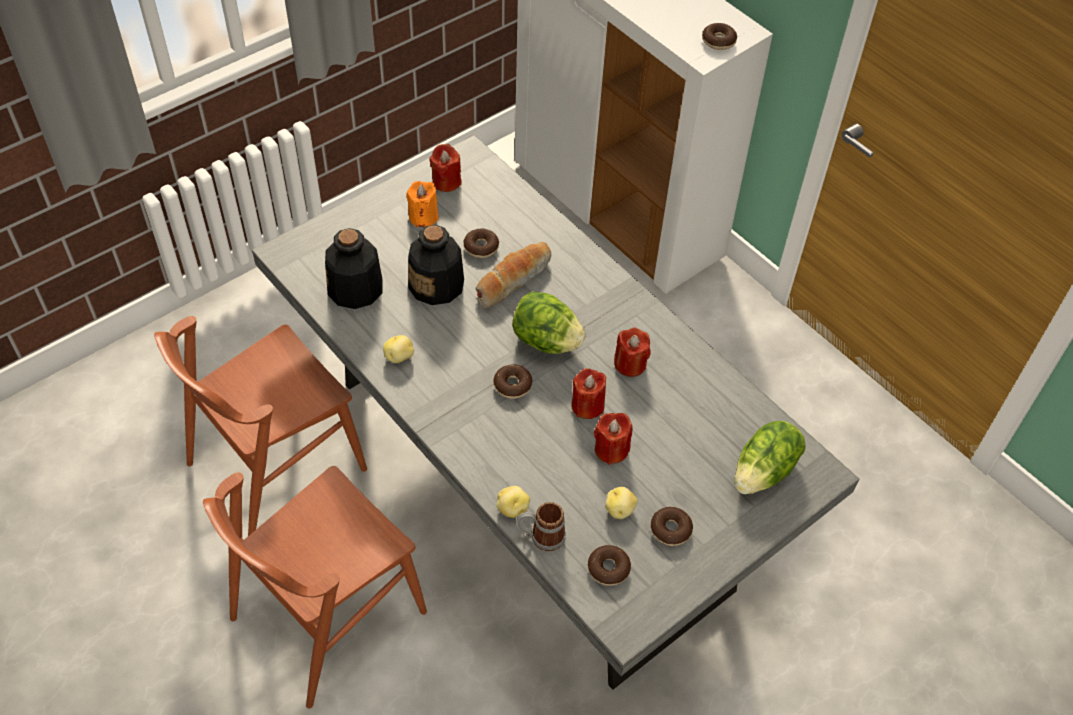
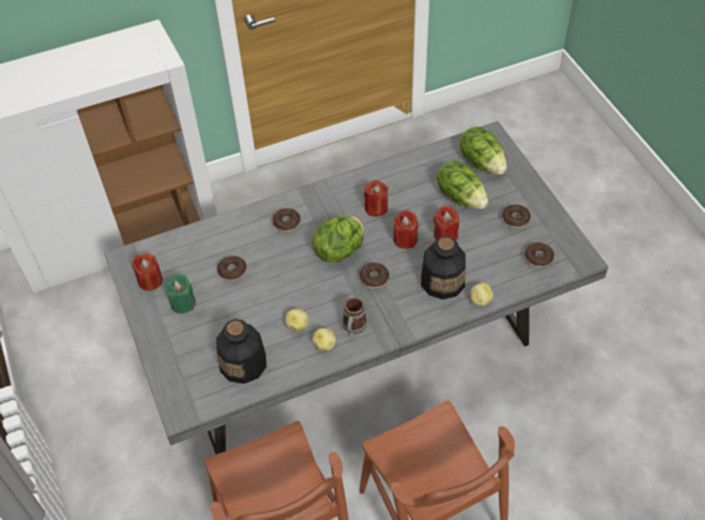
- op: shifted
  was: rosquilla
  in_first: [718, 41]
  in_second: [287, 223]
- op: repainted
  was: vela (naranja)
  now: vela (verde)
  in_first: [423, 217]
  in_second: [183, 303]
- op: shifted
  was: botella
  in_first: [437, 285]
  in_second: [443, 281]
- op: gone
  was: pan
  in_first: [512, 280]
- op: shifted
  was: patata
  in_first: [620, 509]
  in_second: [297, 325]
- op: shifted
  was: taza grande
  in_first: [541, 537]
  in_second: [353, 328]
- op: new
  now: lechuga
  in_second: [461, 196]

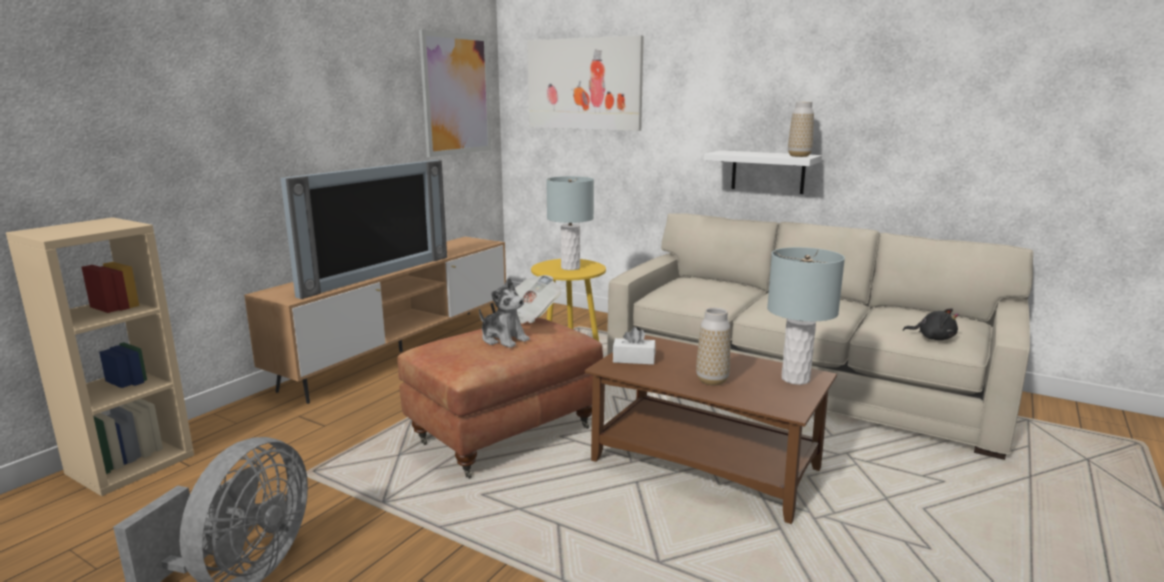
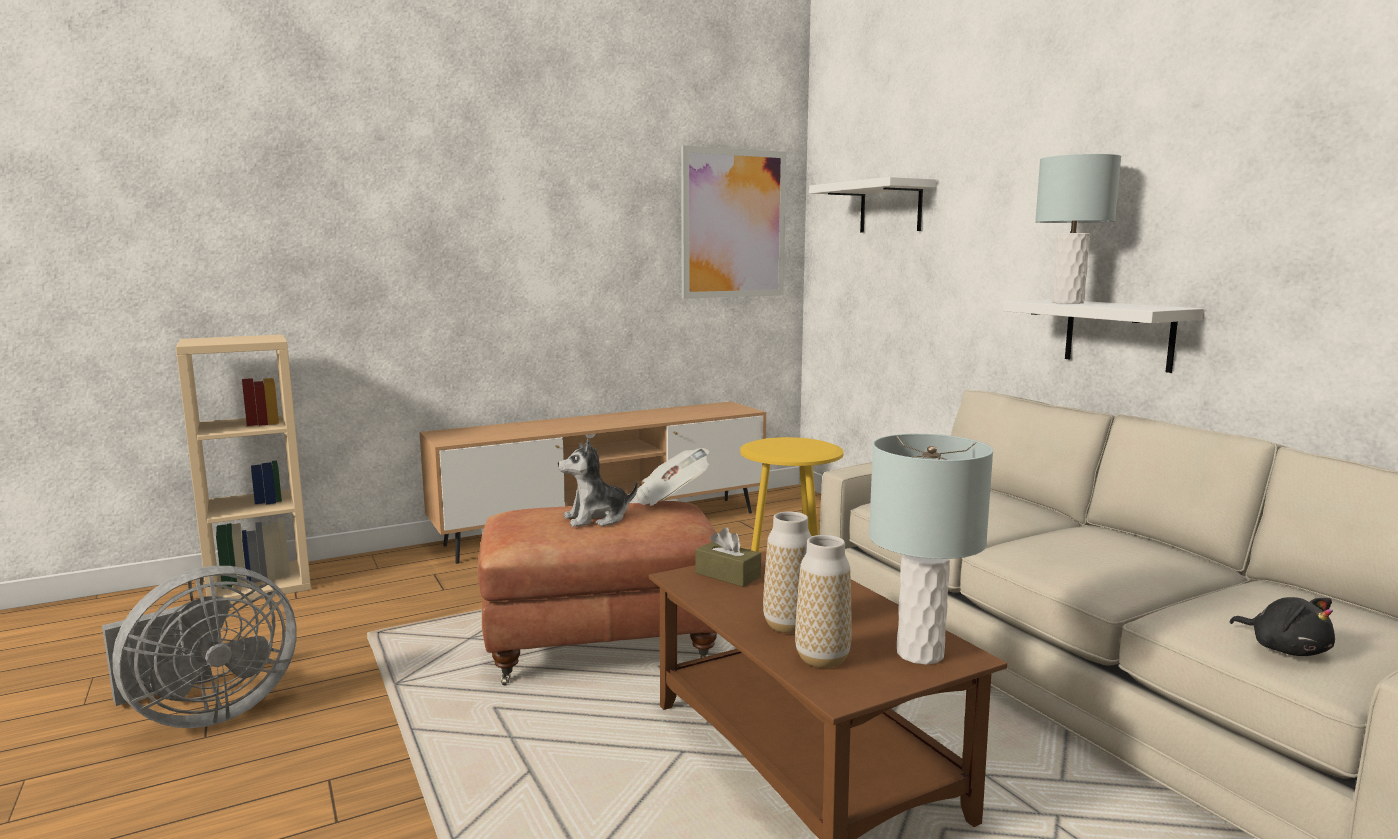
- op: swapped
  was: cuadro
  now: estante (blanco)
  in_first: [584, 84]
  in_second: [890, 207]
- op: shifted
  was: florero
  in_first: [799, 156]
  in_second: [822, 658]
- op: gone
  was: televisor
  in_first: [374, 274]
- op: shifted
  was: lámpara de mesa (gris)
  in_first: [570, 267]
  in_second: [1067, 302]
- op: rotated
  was: peluche
  in_first: [503, 339]
  in_second: [597, 519]
  clockwise: 90
- op: repainted
  was: caja de pañuelos (blanco)
  now: caja de pañuelos (marrón)
  in_first: [634, 359]
  in_second: [727, 575]

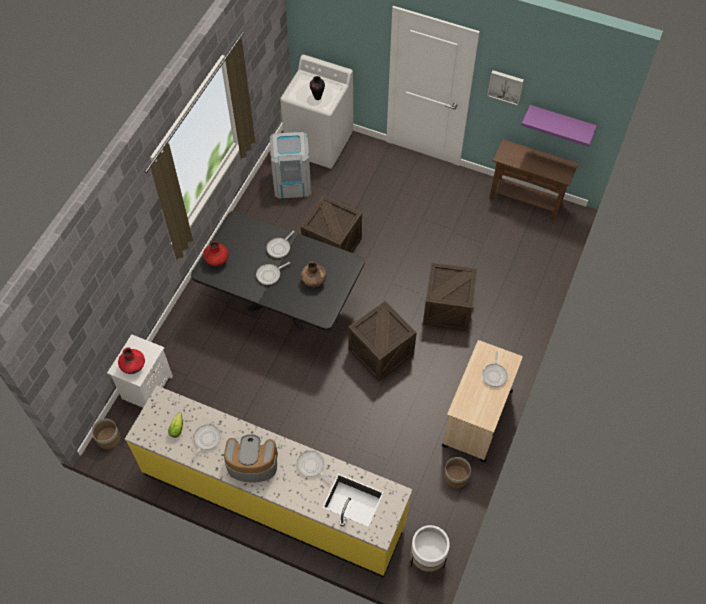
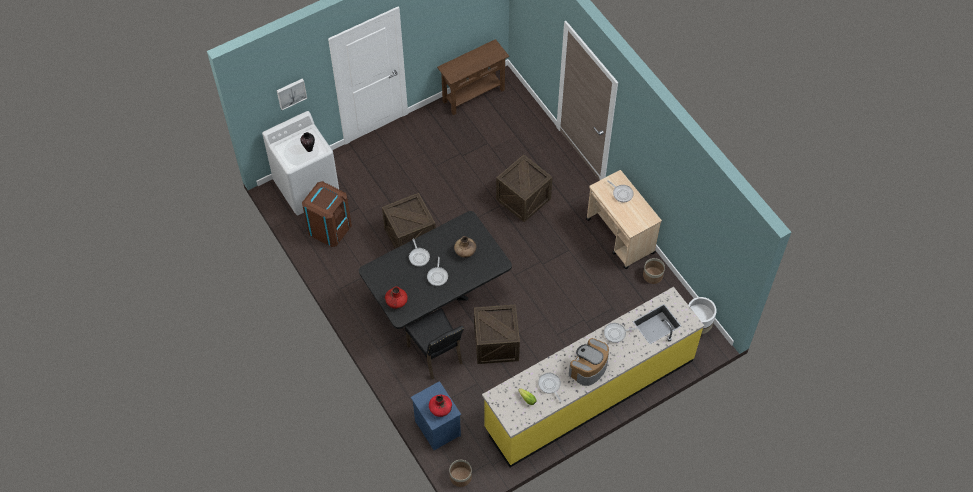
- op: shifted
  was: cuadro
  in_first: [506, 86]
  in_second: [291, 93]
- op: gone
  was: estante (morado)
  in_first: [561, 122]
- op: repainted
  was: papelera (gris)
  now: papelera (marrón)
  in_first: [292, 183]
  in_second: [329, 228]
- op: shifted
  was: caja de embalaje
  in_first: [381, 352]
  in_second: [496, 344]
- op: repainted
  was: mesita de noche (blanco)
  now: mesita de noche (azul)
  in_first: [147, 387]
  in_second: [436, 428]
- op: new
  now: silla (negro)
  in_second: [436, 355]

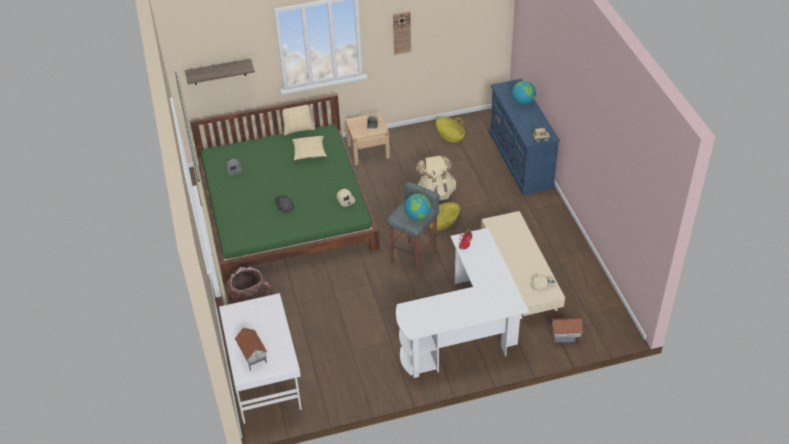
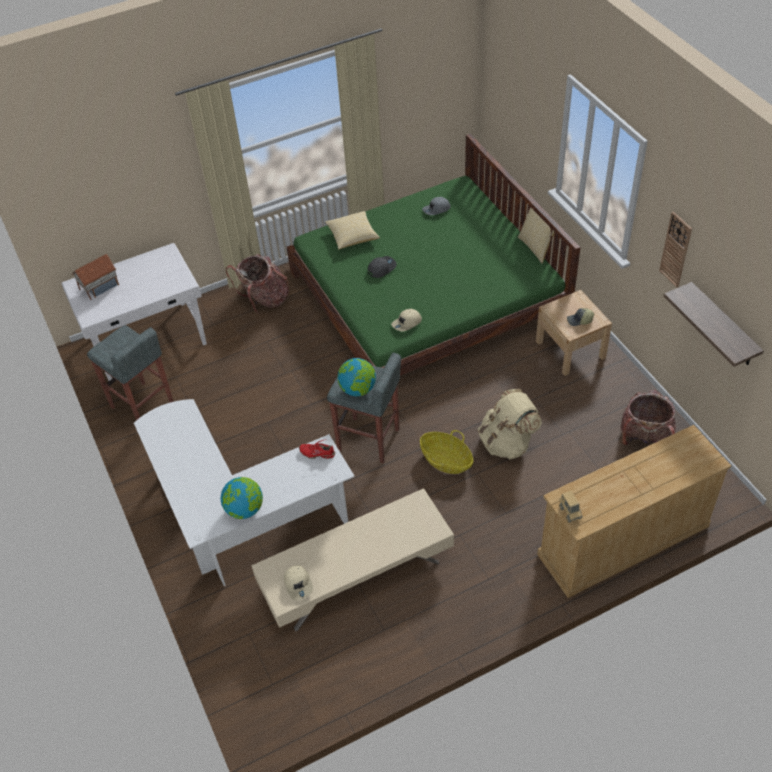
- op: shifted
  was: estante
  in_first: [219, 72]
  in_second: [723, 326]
- op: repainted
  was: cómoda (azul)
  now: cómoda (beis)
  in_first: [520, 160]
  in_second: [622, 541]
- op: shifted
  was: globo terráqueo
  in_first: [523, 102]
  in_second: [245, 509]
- op: swapped
  was: cesta
  now: mochila
  in_first: [449, 136]
  in_second: [645, 437]
- op: shifted
  was: cojín
  in_first: [309, 153]
  in_second: [352, 236]
- op: gone
  was: casita
  in_first: [565, 337]
- op: new
  now: taburete (gris)
  in_second: [142, 406]

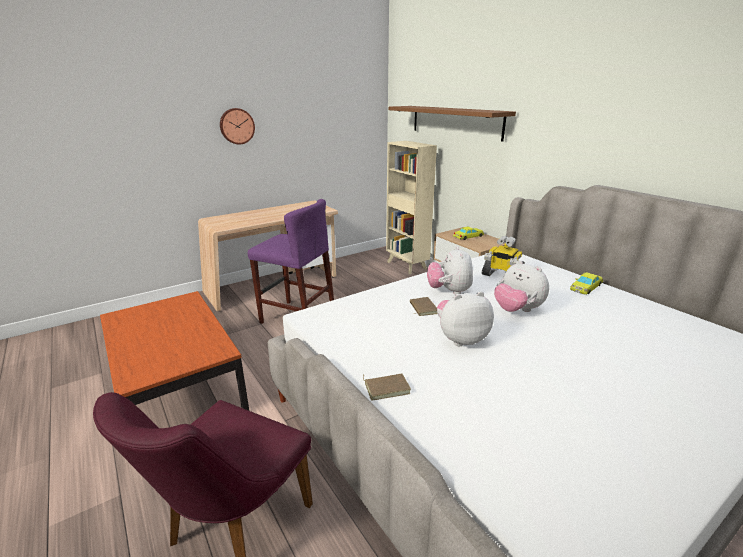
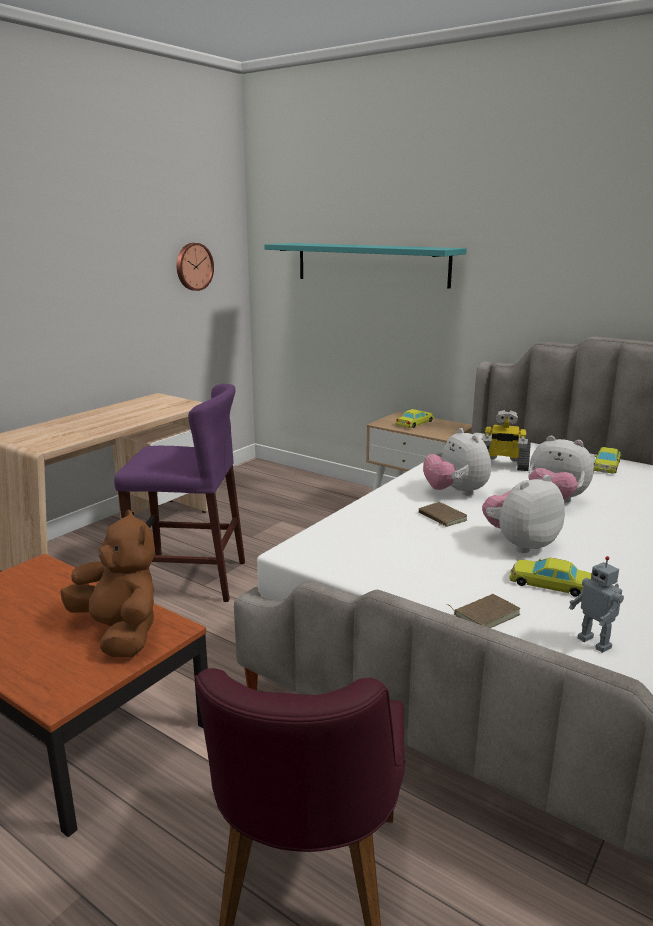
- op: repainted
  was: estante (marrón)
  now: estante (turquesa)
  in_first: [455, 122]
  in_second: [371, 264]
- op: shifted
  was: reloj de pared
  in_first: [236, 126]
  in_second: [193, 266]
- op: gone
  was: estantería (beis)
  in_first: [407, 266]
- op: new
  now: peluche (marrón)
  in_second: [120, 633]
- op: new
  now: robot de juguete
  in_second: [595, 643]
- op: new
  now: coche de juguete (amarillo)
  in_second: [550, 584]

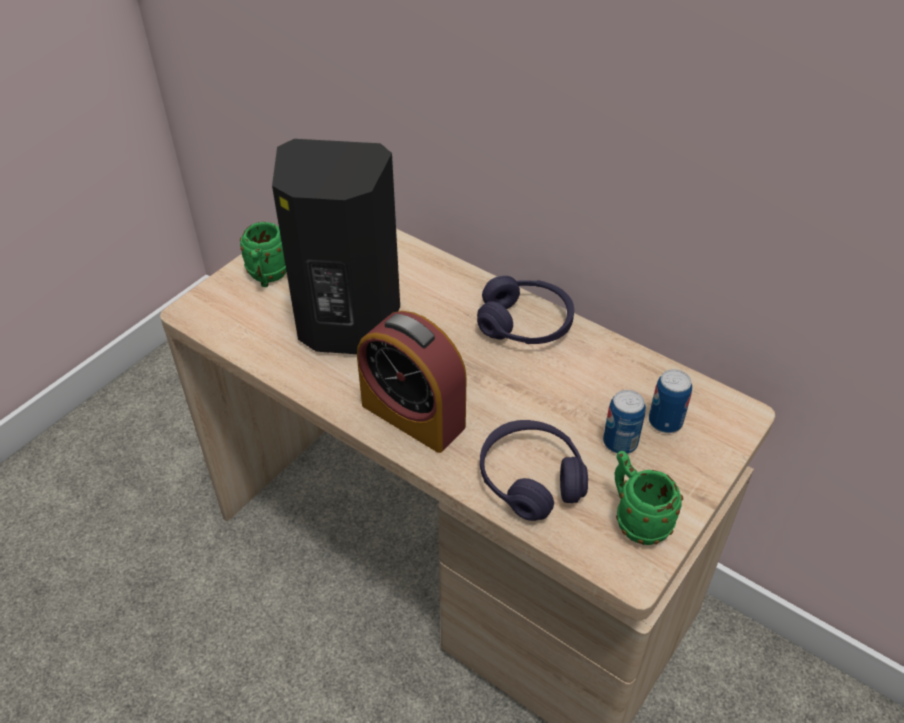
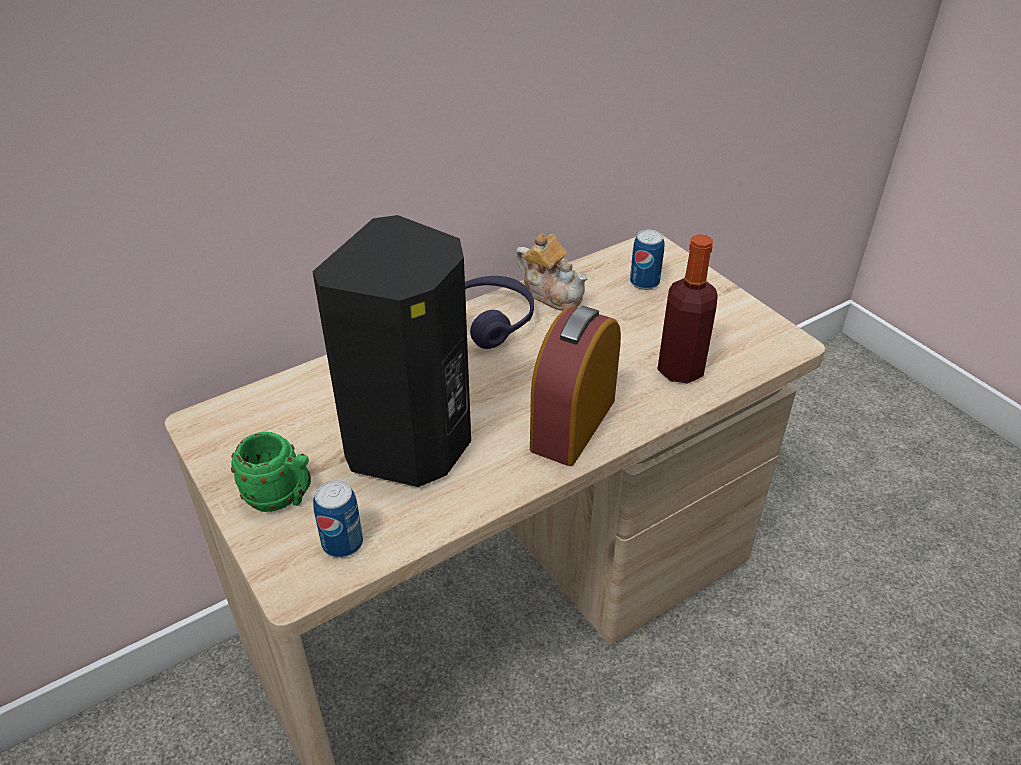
- op: rotated
  was: despertador
  in_first: [413, 415]
  in_second: [573, 424]
  clockwise: 150
- op: shifted
  was: lata
  in_first: [620, 442]
  in_second: [342, 543]
- op: swapped
  was: auriculares (morado)
  now: botella
  in_first: [531, 479]
  in_second: [680, 370]
- op: gone
  was: taza grande (verde)
  in_first: [636, 519]
- op: new
  now: tetera
  in_second: [552, 293]

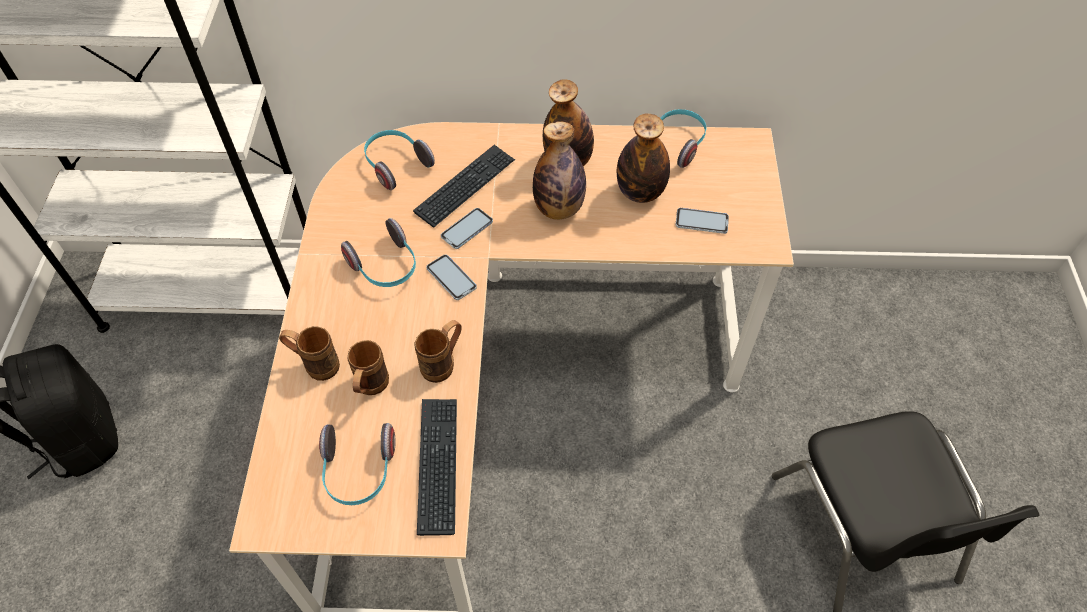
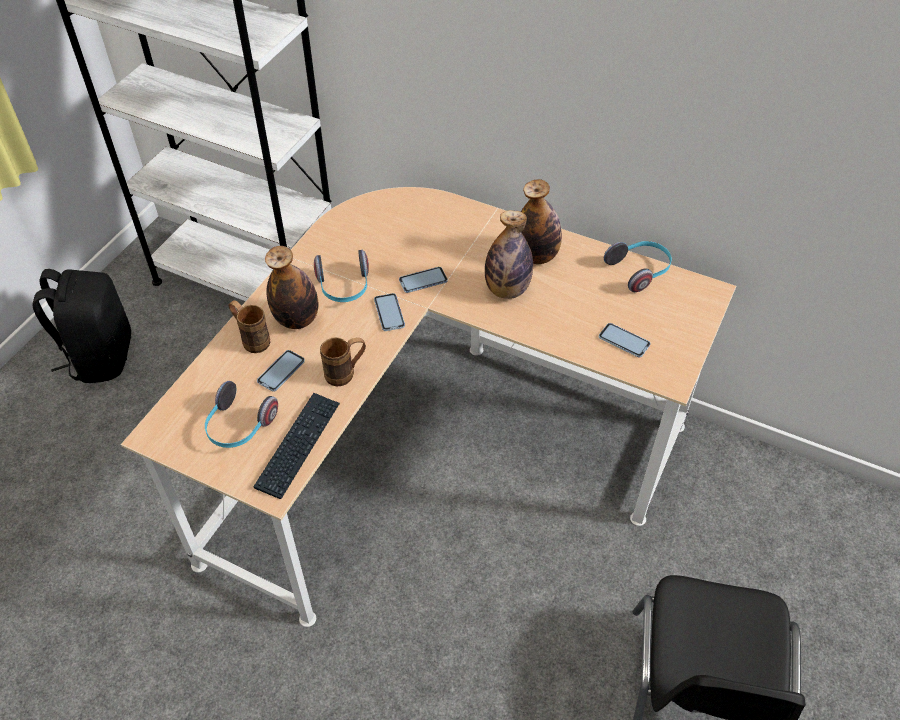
- op: shifted
  was: botella
  in_first: [640, 192]
  in_second: [297, 319]
- op: gone
  was: auriculares
  in_first: [396, 165]
- op: gone
  was: teclado
  in_first: [465, 187]
- op: swapped
  was: taza grande (marrón)
  now: móvil
  in_first: [370, 389]
  in_second: [281, 371]

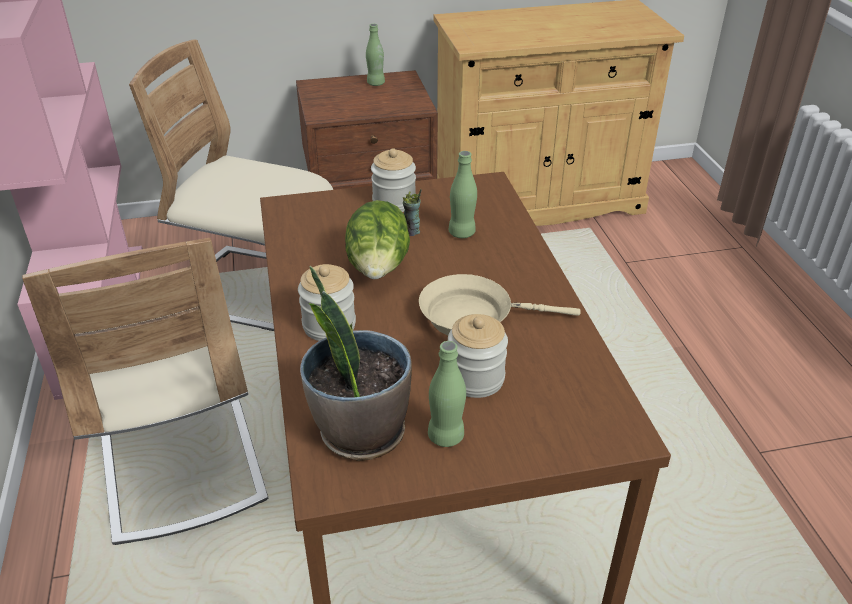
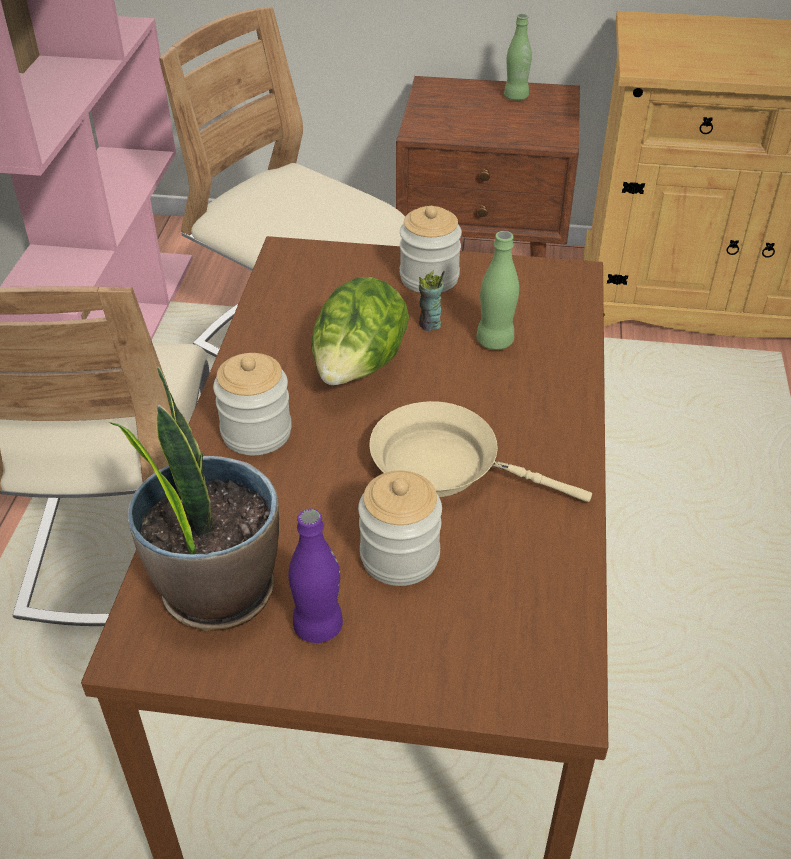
- op: repainted
  was: botella (verde)
  now: botella (morado)
  in_first: [446, 436]
  in_second: [318, 626]

